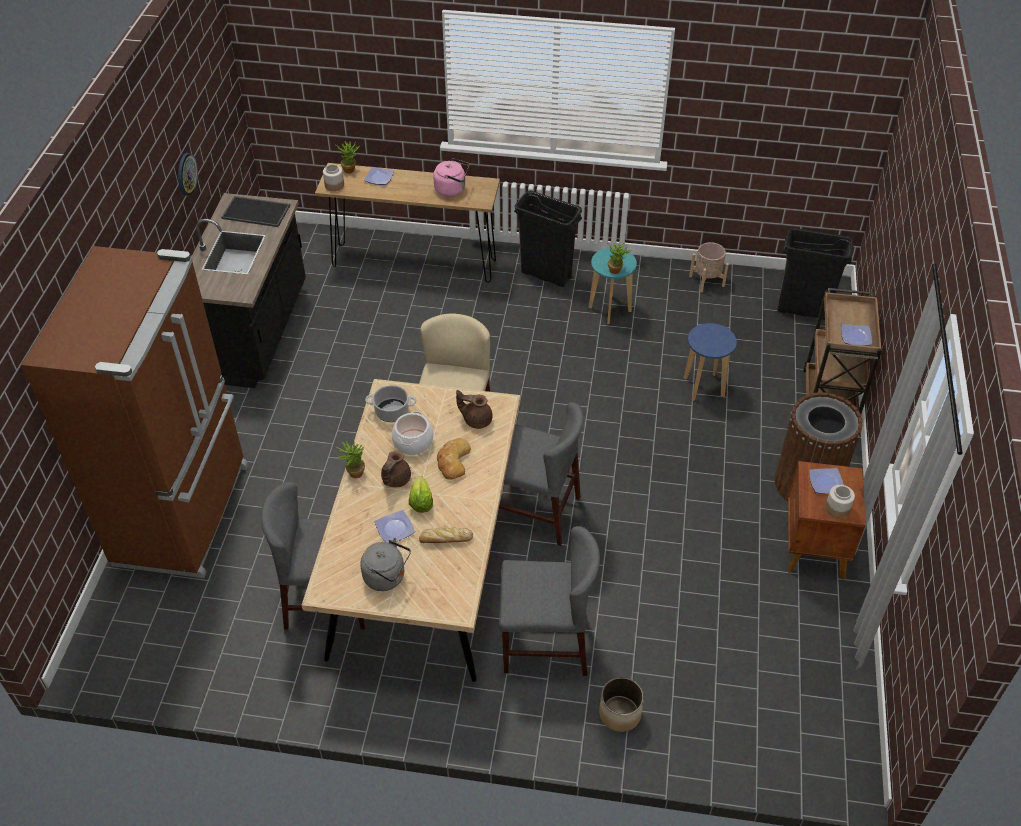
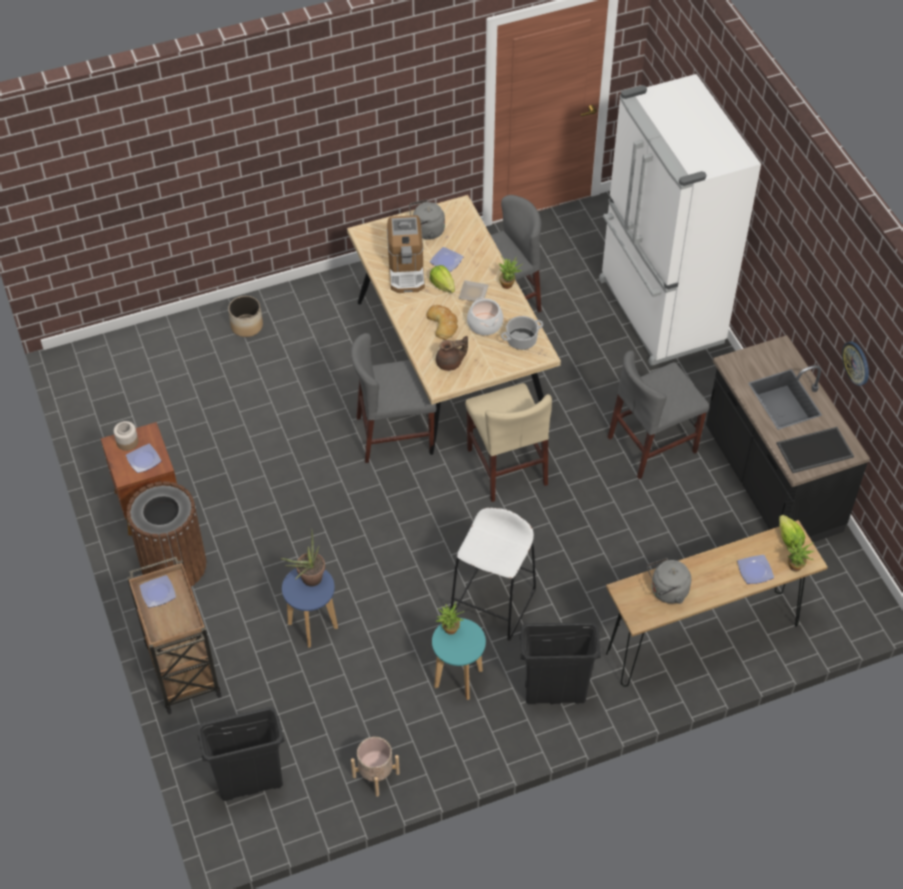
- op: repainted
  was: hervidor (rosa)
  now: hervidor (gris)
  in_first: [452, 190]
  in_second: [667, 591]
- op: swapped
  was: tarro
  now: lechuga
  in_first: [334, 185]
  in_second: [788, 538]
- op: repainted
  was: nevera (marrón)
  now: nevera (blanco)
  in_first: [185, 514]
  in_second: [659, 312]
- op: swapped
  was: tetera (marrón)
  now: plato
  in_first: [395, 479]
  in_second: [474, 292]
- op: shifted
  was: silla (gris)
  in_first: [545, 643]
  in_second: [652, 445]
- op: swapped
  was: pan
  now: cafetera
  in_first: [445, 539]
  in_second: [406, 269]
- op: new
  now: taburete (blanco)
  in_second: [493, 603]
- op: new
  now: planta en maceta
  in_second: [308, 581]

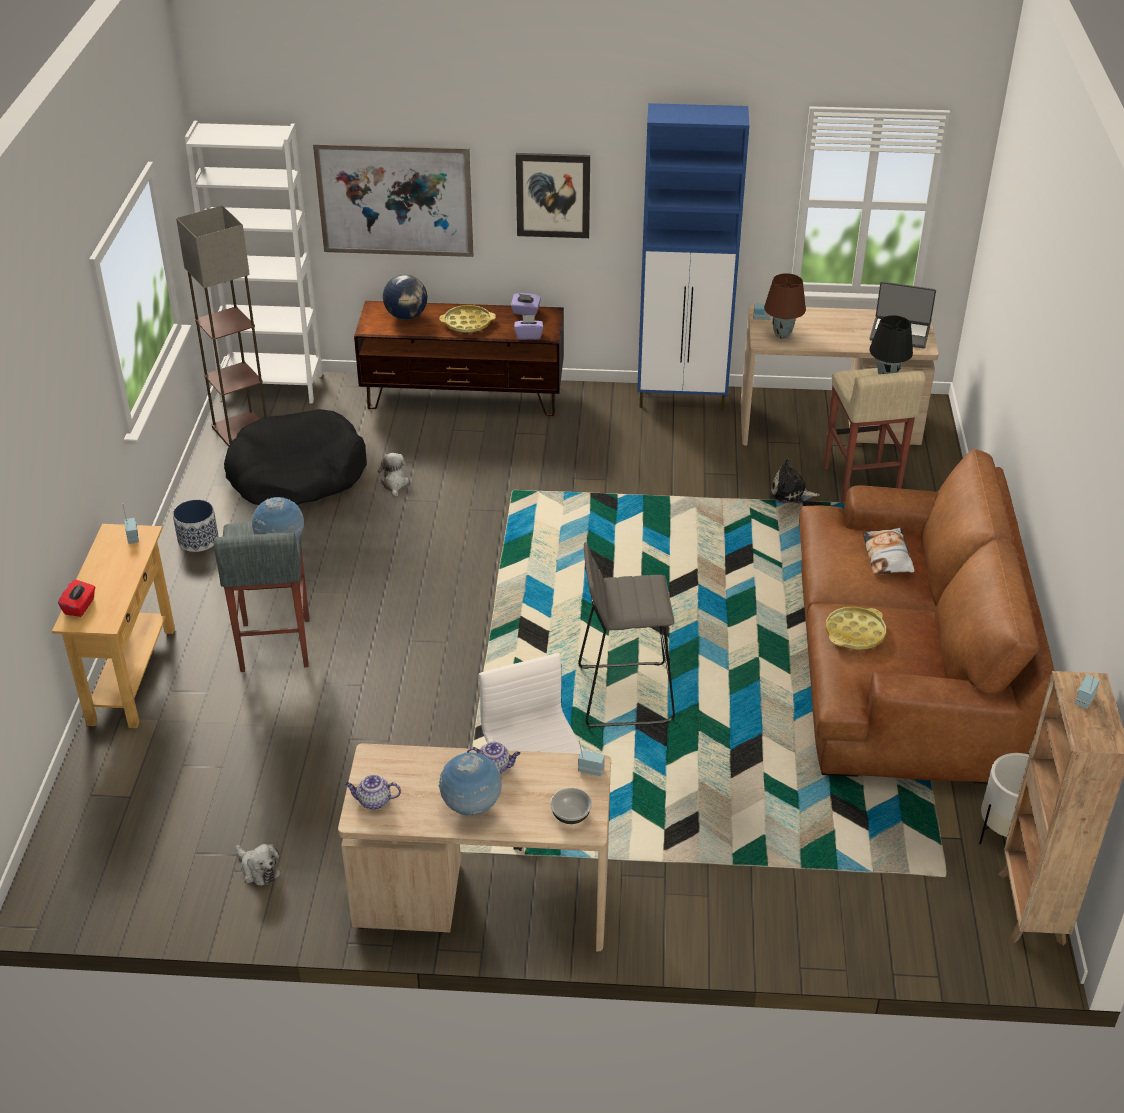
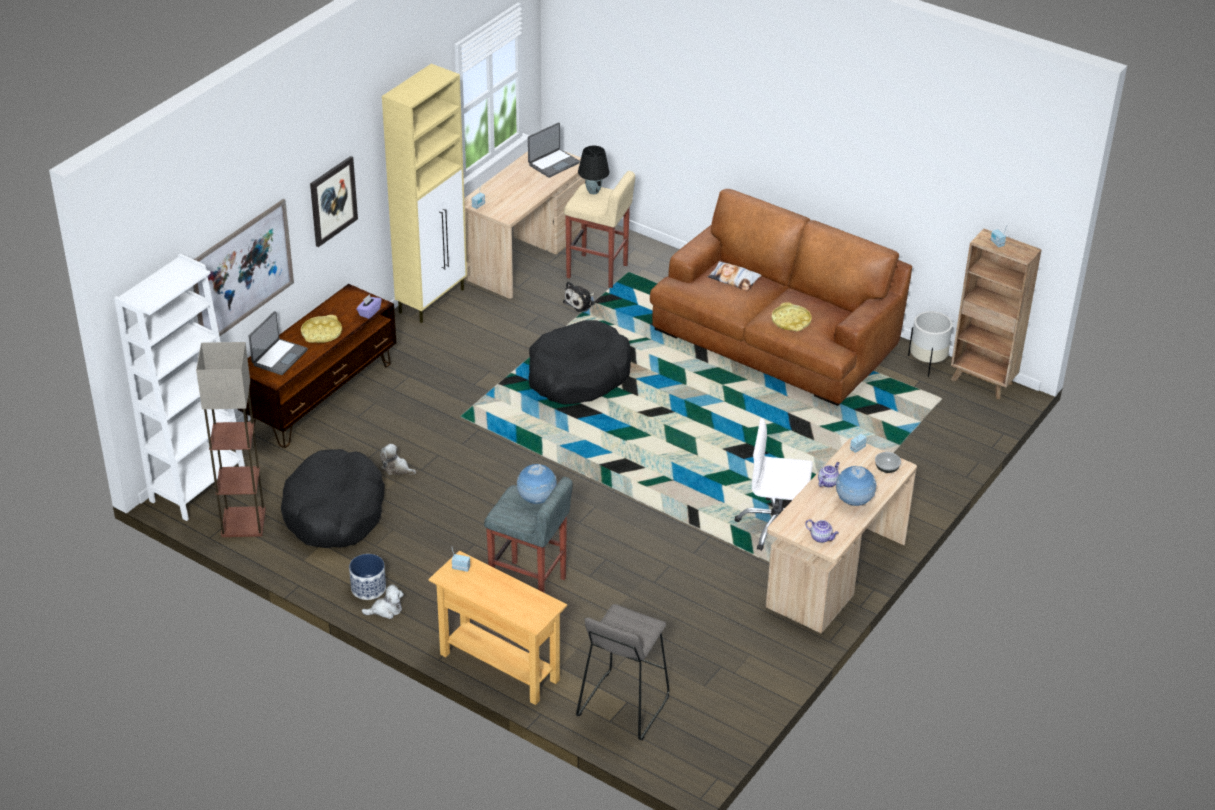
- op: repainted
  was: armario (azul)
  now: armario (beis)
  in_first: [682, 399]
  in_second: [432, 300]
- op: gone
  was: lámpara de mesa (marrón)
  in_first: [781, 335]
- op: swapped
  was: globo terráqueo
  now: portátil
  in_first: [406, 316]
  in_second: [279, 357]
- op: gone
  was: caja de pañuelos (morado)
  in_first: [525, 312]
- op: shifted
  was: taburete (gris)
  in_first: [624, 694]
  in_second: [622, 706]
- op: gone
  was: caja de pañuelos (rojo)
  in_first: [80, 607]
- op: rotated
  was: tetera
  in_first: [373, 801]
  in_second: [821, 538]
  clockwise: -90
- op: shifted
  was: peluche
  in_first: [258, 869]
  in_second: [386, 610]
- op: new
  now: cama para perro (negro)
  in_second: [578, 375]

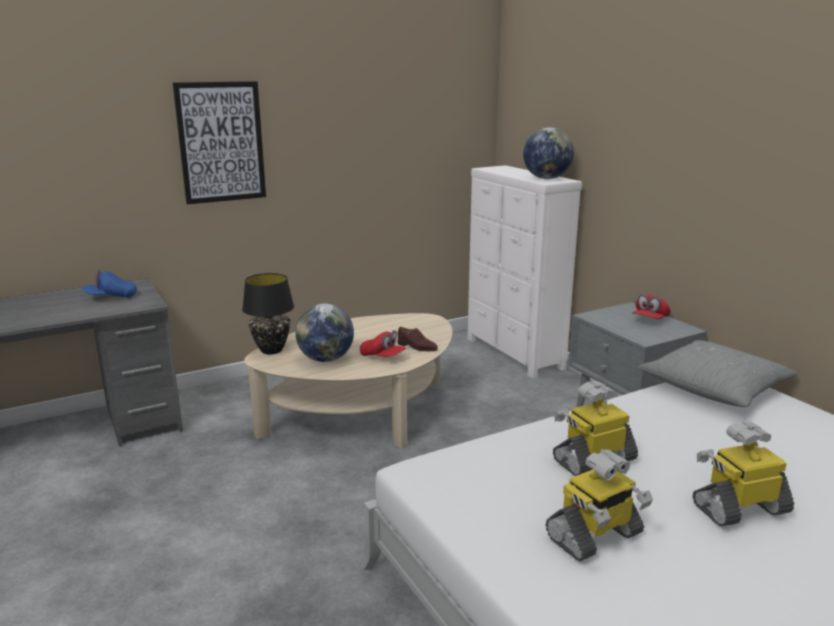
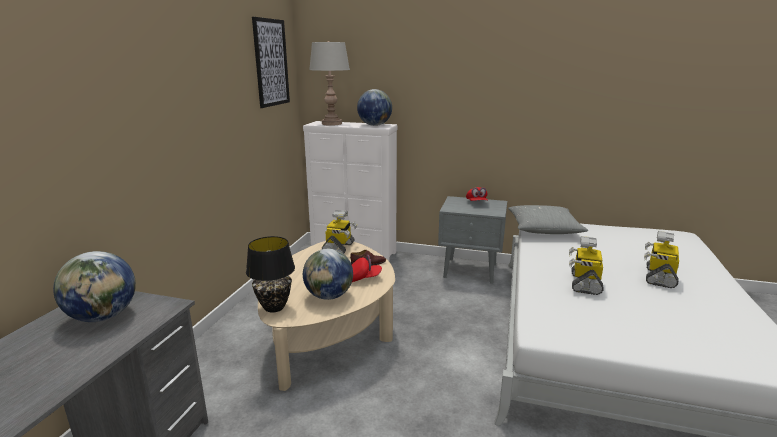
- op: shifted
  was: cuadro
  in_first: [221, 142]
  in_second: [271, 63]
- op: swapped
  was: gorra (azul)
  now: globo terráqueo
  in_first: [111, 297]
  in_second: [103, 316]
- op: shifted
  was: robot de juguete
  in_first: [594, 536]
  in_second: [339, 248]
- op: new
  now: lámpara de mesa (gris)
  in_second: [331, 124]

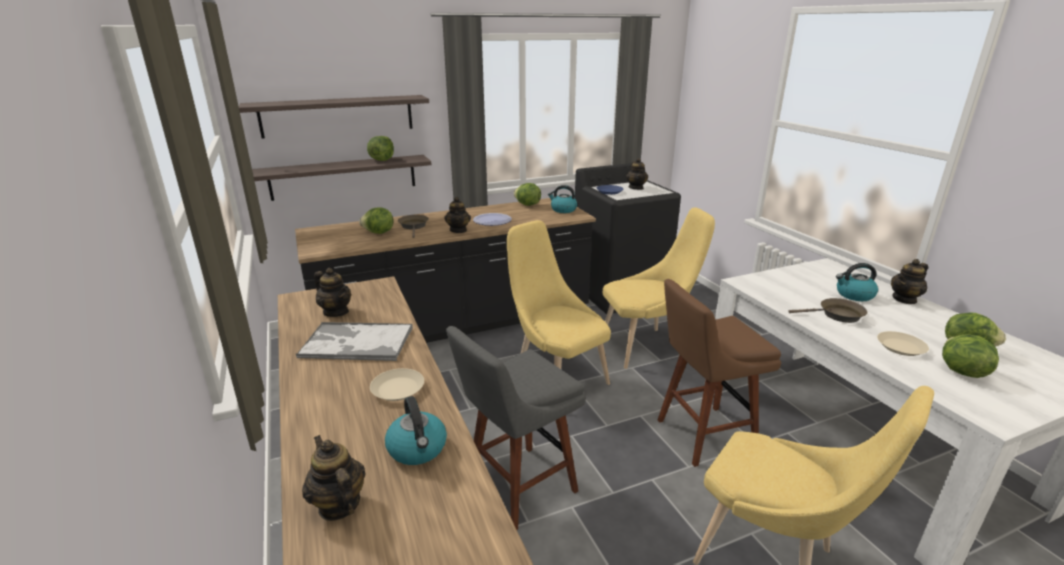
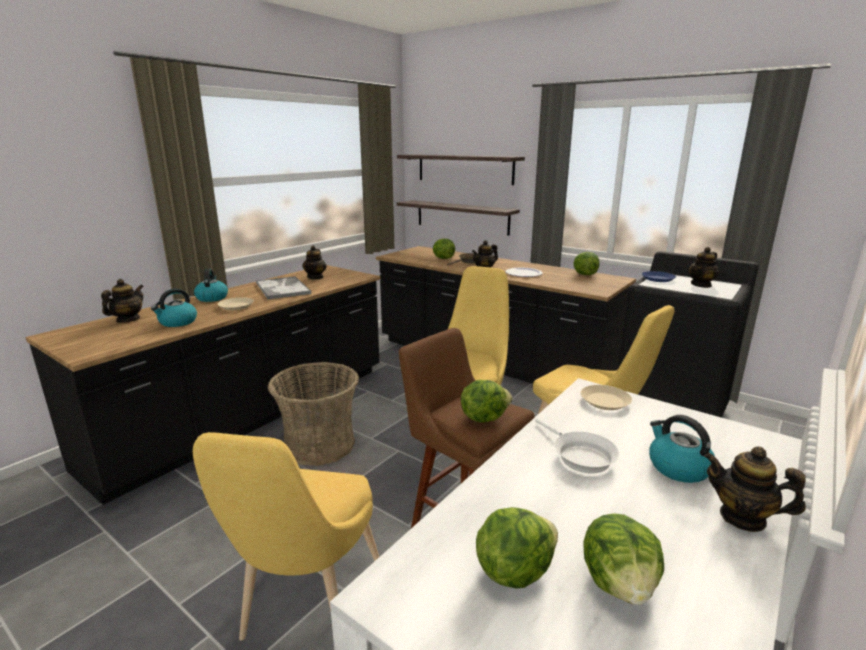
- op: shifted
  was: lechuga
  in_first: [382, 160]
  in_second: [483, 417]
- op: shifted
  was: hervidor
  in_first: [563, 210]
  in_second: [212, 298]
- op: repainted
  was: sartén (marrón)
  now: sartén (blanco)
  in_first: [837, 315]
  in_second: [580, 456]
- op: swapped
  was: taburete (gris)
  now: cesta
  in_first: [517, 488]
  in_second: [319, 445]
- op: shifted
  was: plato (beis)
  in_first: [900, 347]
  in_second: [605, 401]

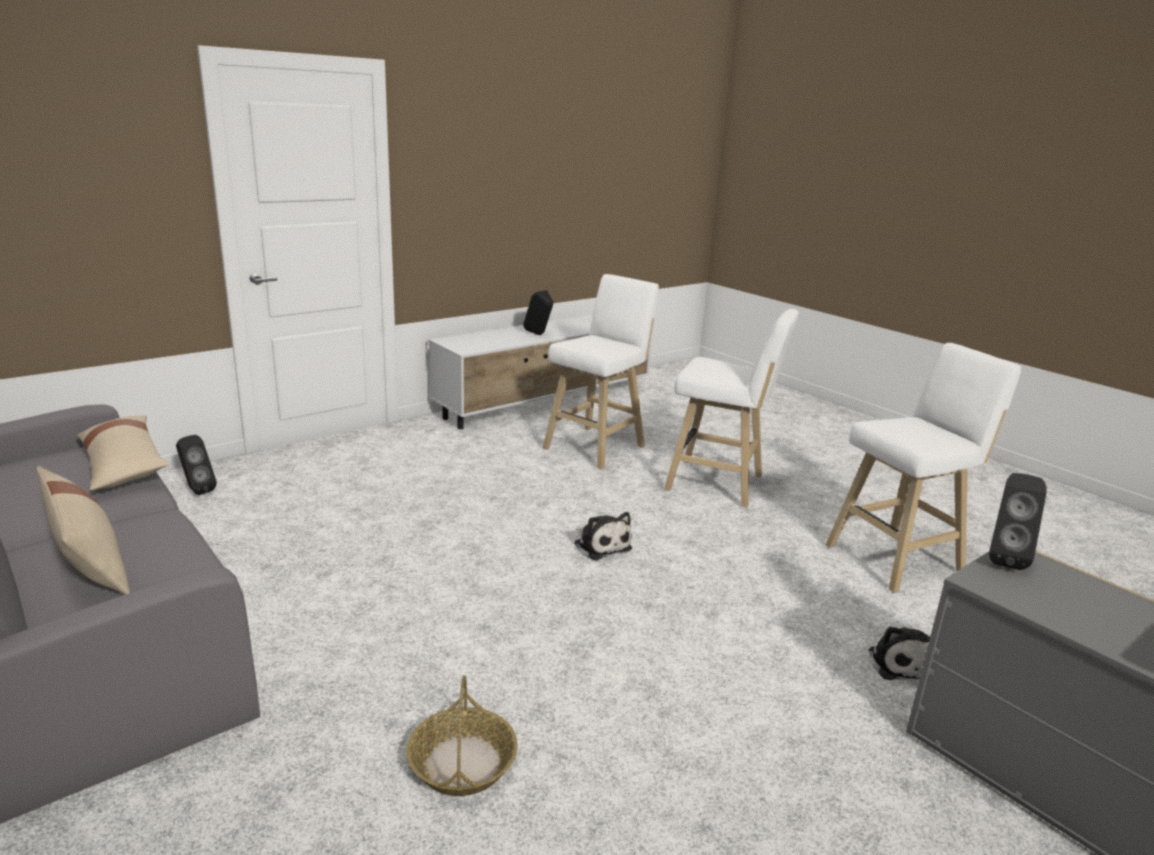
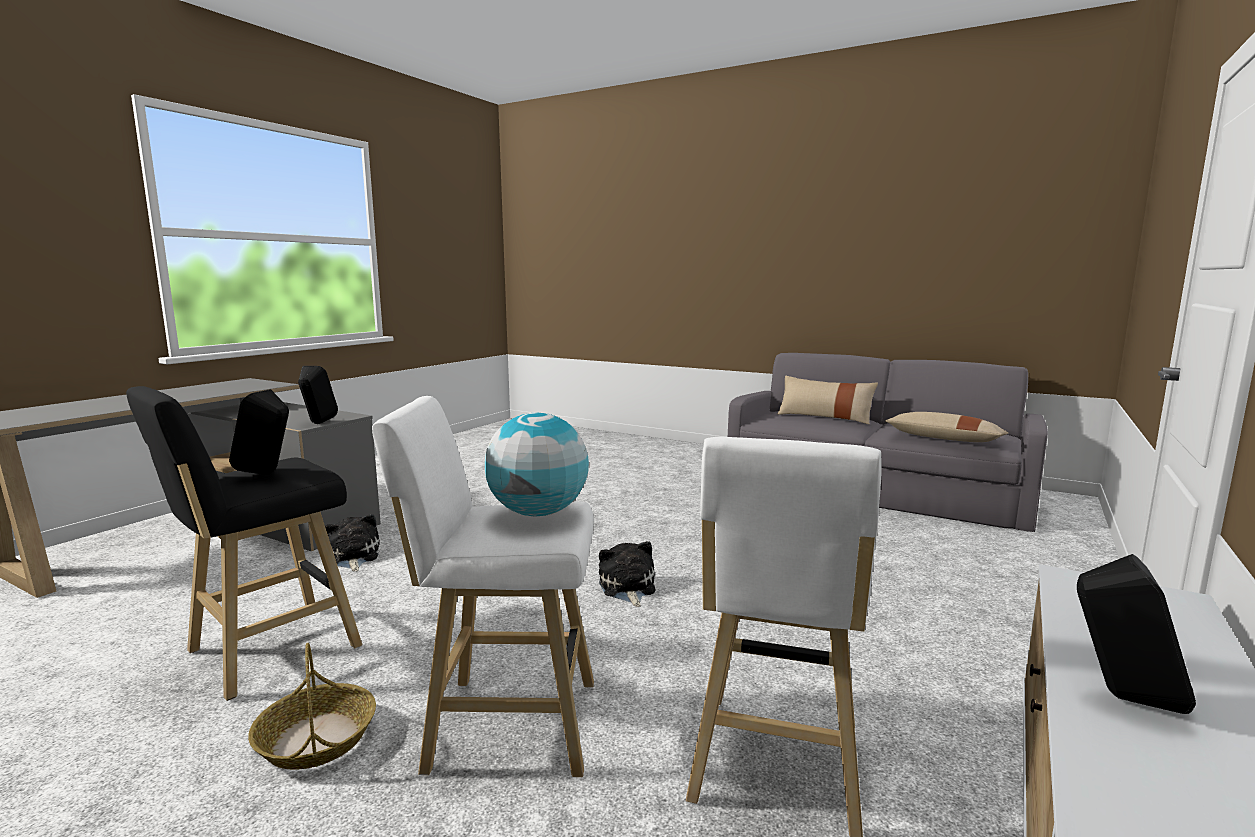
- op: repainted
  was: taburete (blanco)
  now: taburete (negro)
  in_first: [898, 558]
  in_second: [266, 652]
- op: shifted
  was: altavoz (negro)
  in_first: [196, 490]
  in_second: [267, 474]
- op: rotated
  was: peluche
  in_first: [601, 545]
  in_second: [627, 588]
  clockwise: 45
- op: shifted
  was: cesta
  in_first: [462, 762]
  in_second: [317, 739]
- op: new
  now: globo terráqueo
  in_second: [538, 513]

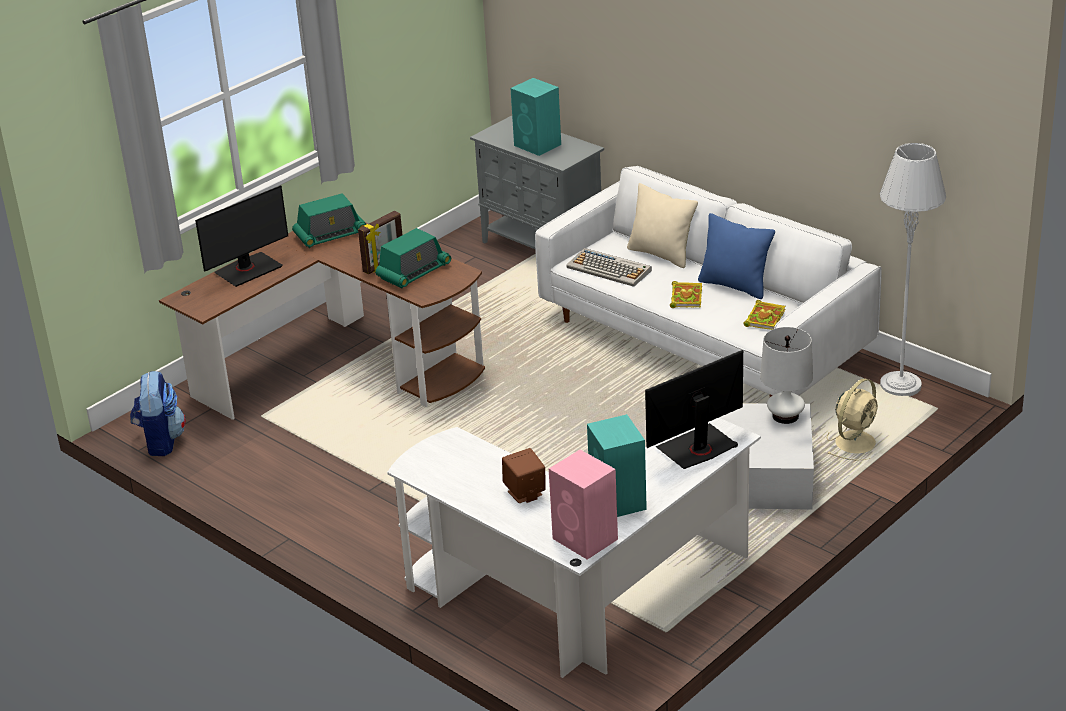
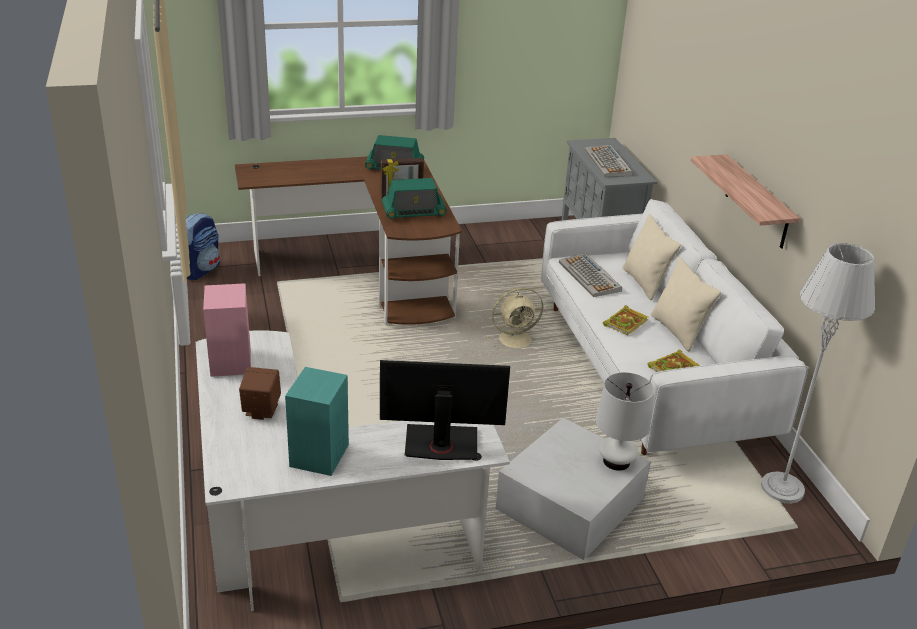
- op: swapped
  was: altavoz (turquesa)
  now: teclado
  in_first: [538, 145]
  in_second: [608, 162]
- op: gone
  was: monitor
  in_first: [248, 270]
- op: repainted
  was: cojín (azul)
  now: cojín (beis)
  in_first: [735, 285]
  in_second: [678, 331]
- op: shifted
  was: ventilador (beis)
  in_first: [856, 442]
  in_second: [516, 339]
- op: shifted
  was: altavoz (rosa)
  in_first: [586, 539]
  in_second: [230, 363]
- op: new
  now: estante
  in_second: [757, 202]

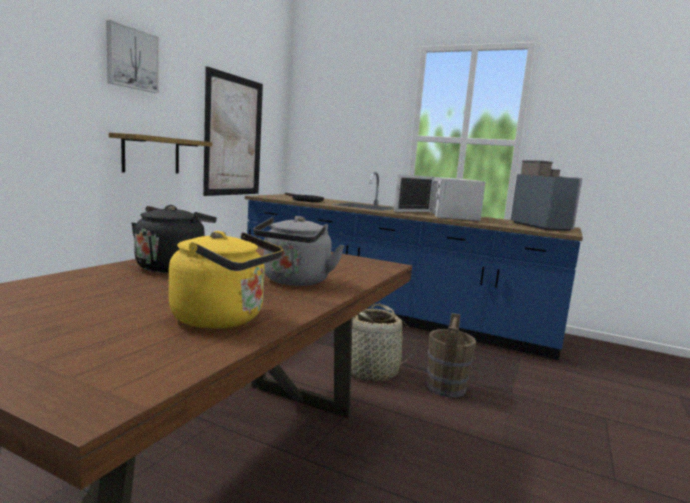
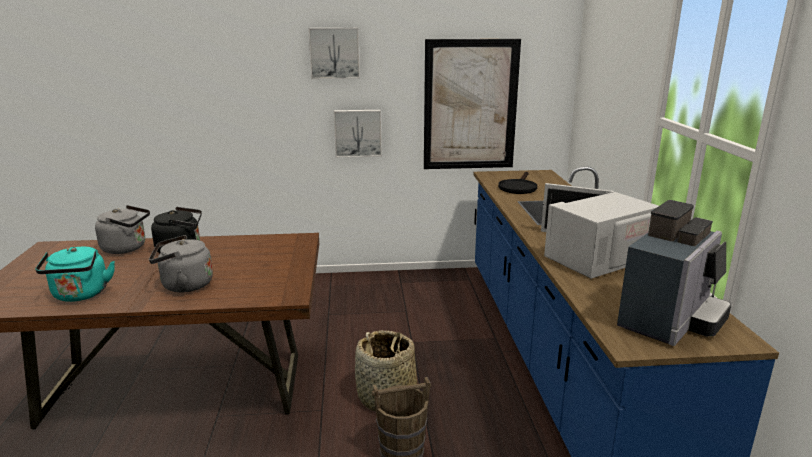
- op: swapped
  was: estante
  now: cuadro
  in_first: [151, 155]
  in_second: [358, 133]
- op: repainted
  was: hervidor (amarillo)
  now: hervidor (turquesa)
  in_first: [223, 319]
  in_second: [80, 295]
- op: new
  now: hervidor (gris)
  in_second: [127, 248]

